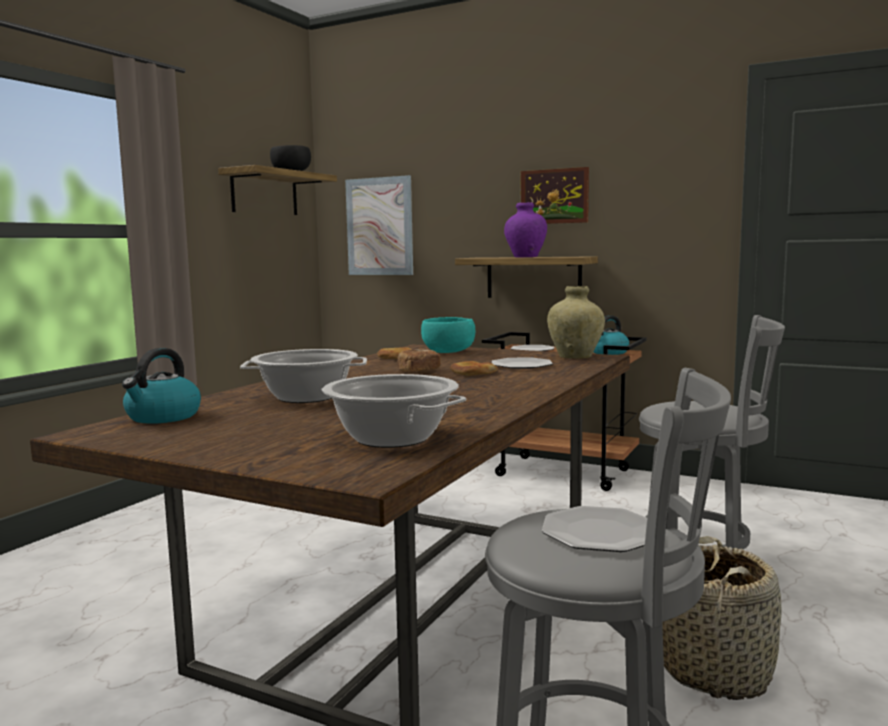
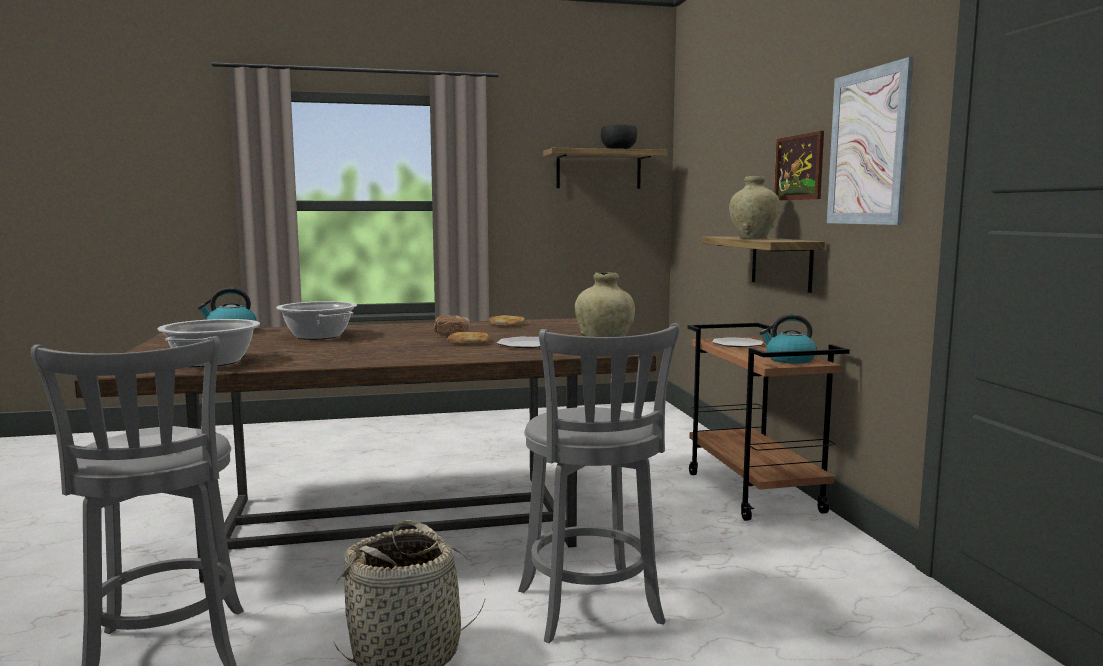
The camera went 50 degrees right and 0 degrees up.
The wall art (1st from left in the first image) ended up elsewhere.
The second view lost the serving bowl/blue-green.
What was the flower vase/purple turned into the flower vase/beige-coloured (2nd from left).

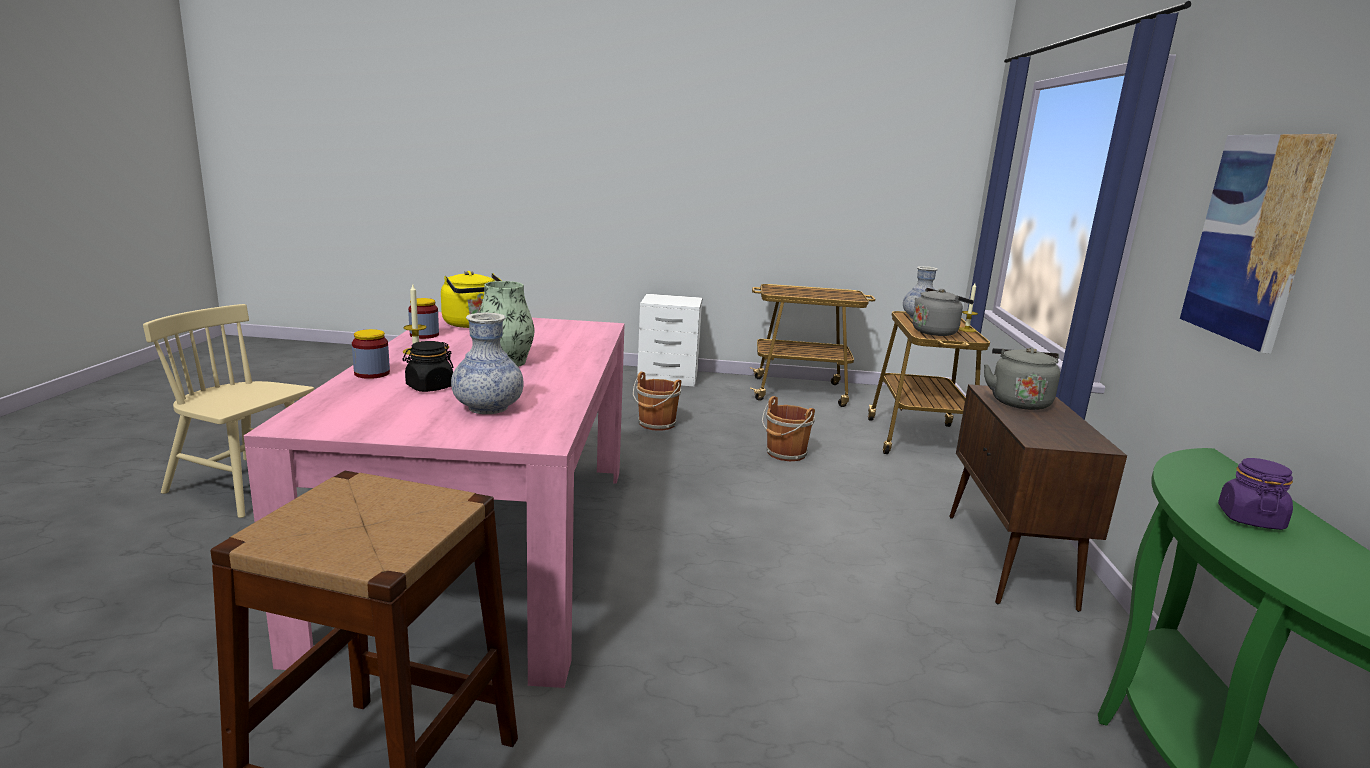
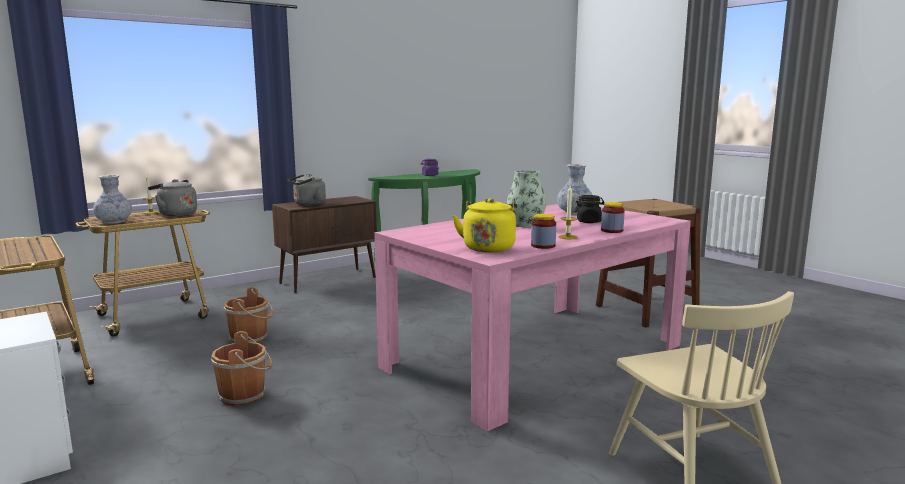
The camera went 130 degrees left and 5 degrees down.
The second view lost the wall art.

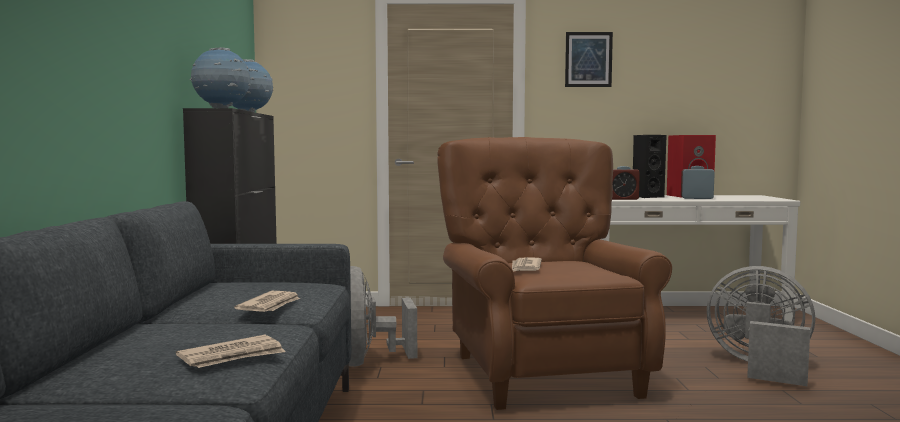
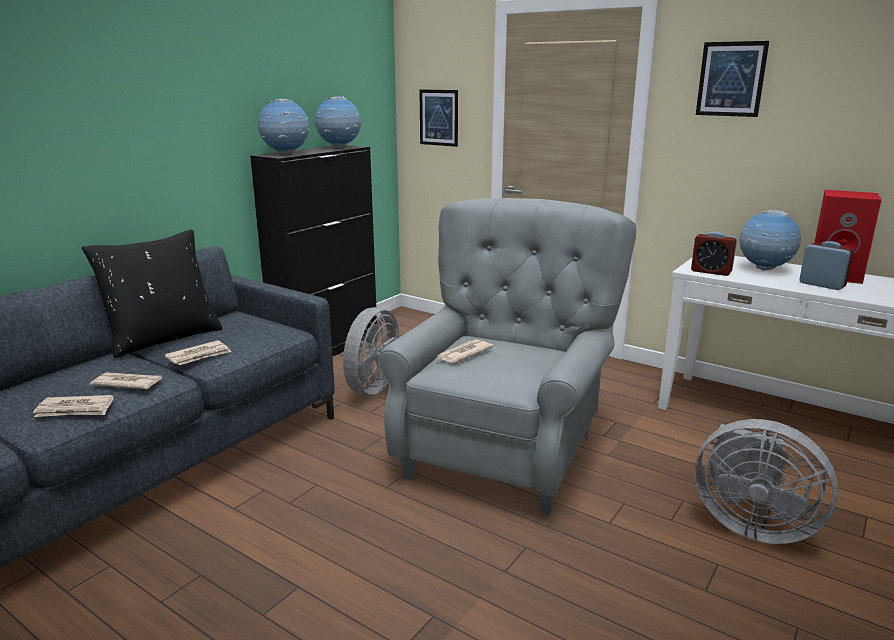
The camera went 35 degrees right and 15 degrees up.
What was the lounge chair/brownish turned into the lounge chair/gray.
Where the loudspeaker/blackish stood, the world globe (3rd from left) came to stand.
The electric fan/gray (2nd from left) ended up facing another way, 150 degrees clockwise from before.
The second view gained the pillow/blackish.
The second view gained the newspaper (2nd from left).
The second view gained the wall art (1st from left).

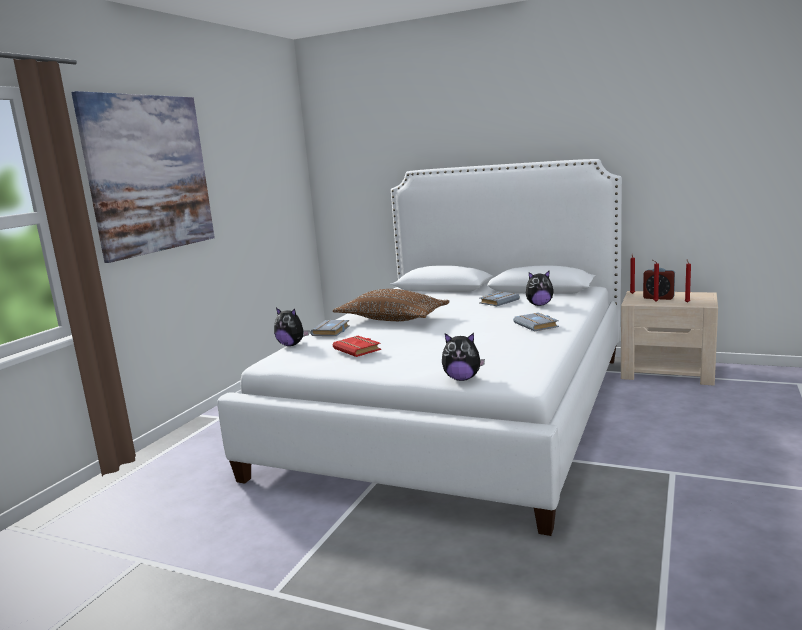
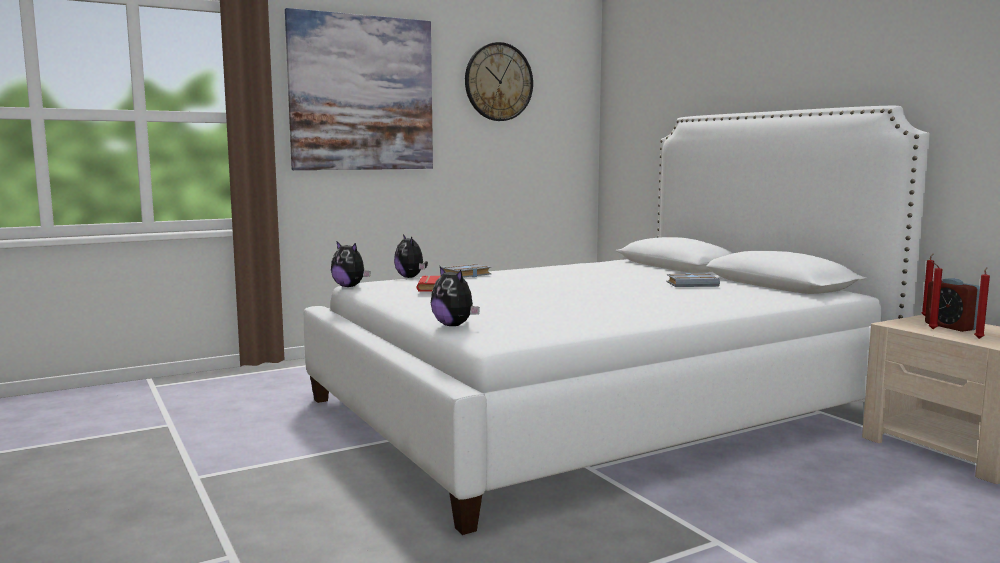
The camera went 35 degrees right and 5 degrees down.
The second view lost the pillow/brownish.
The second view lost the book/gray (3rd from left).
The plush toy (3rd from left in the first image) ended up elsewhere.
The second view gained the hanging clock.

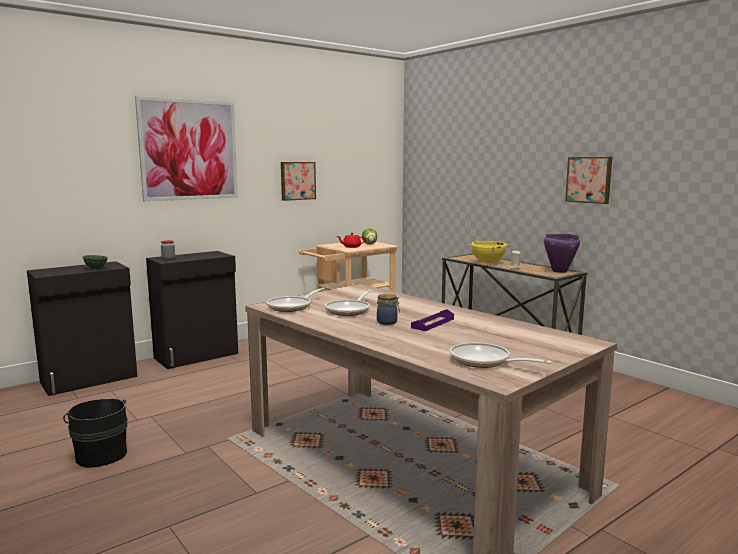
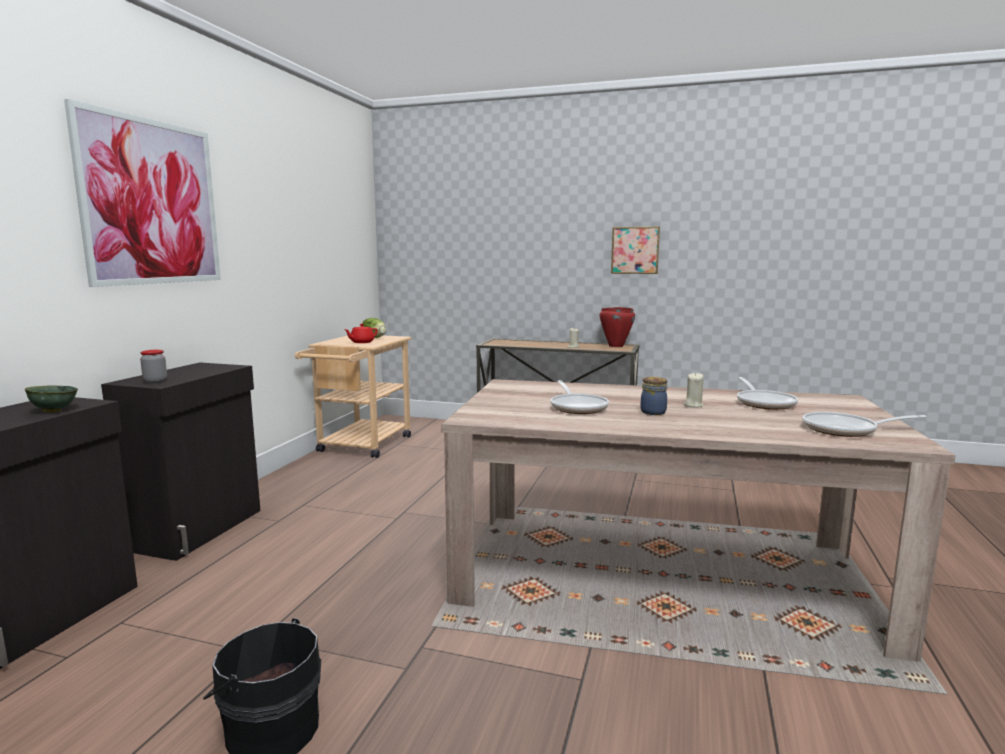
The camera went 35 degrees left and 0 degrees up.
The pan (1st from left in the first image) ended up elsewhere.
The second view lost the wall art (2nd from left).
Where the carrying tray/purple stood, the wax light/beige-coloured (2nd from left) came to stand.
The second view lost the saucepot/yellowish.
What was the saucepot/purple turned into the saucepot/red-coloured.

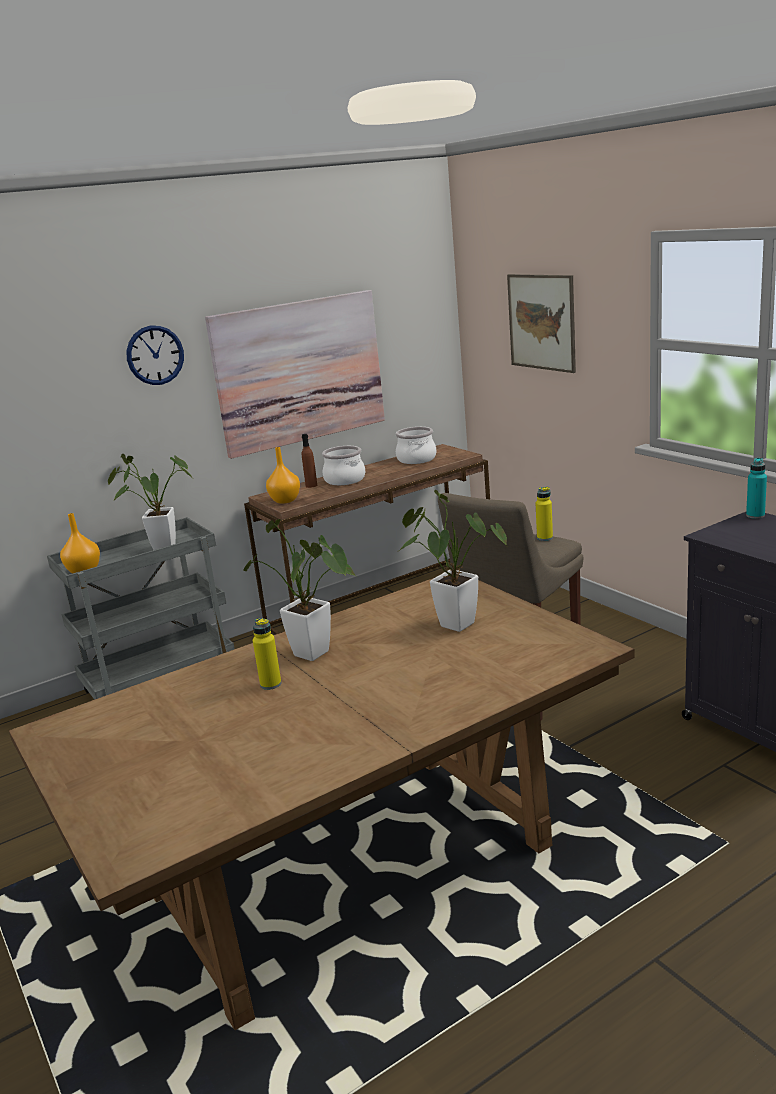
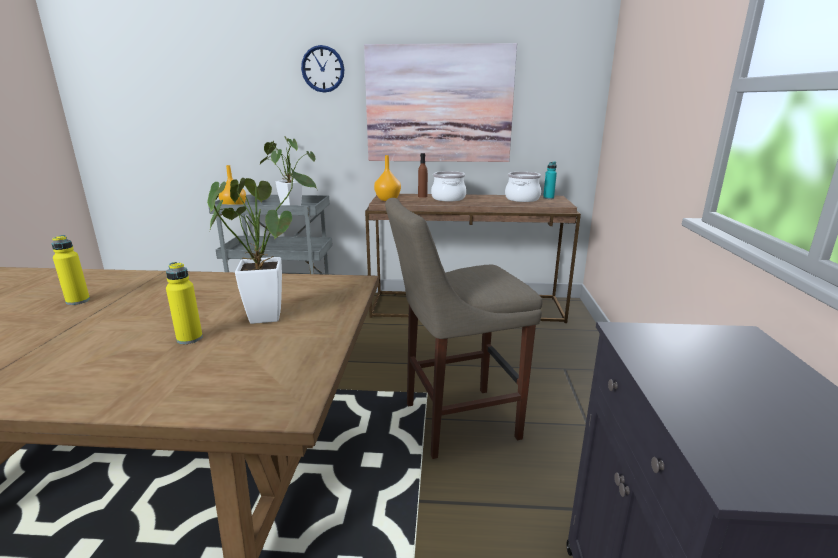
The camera went 35 degrees right and 0 degrees up.
The second view lost the potted plant (2nd from left).
The second view lost the wall art (2nd from left).
The beverage bottle/yellowish (2nd from left) ended up elsewhere.
The beverage bottle/blue-green ended up elsewhere.

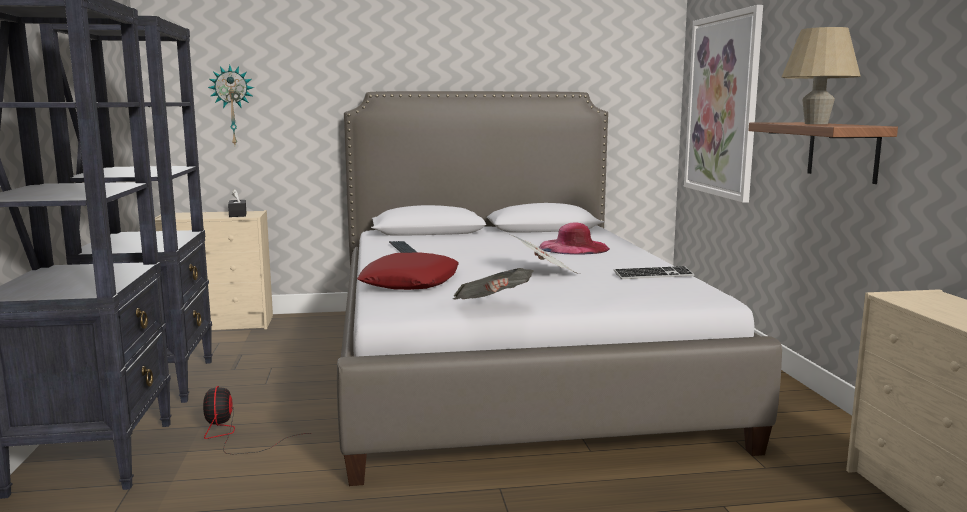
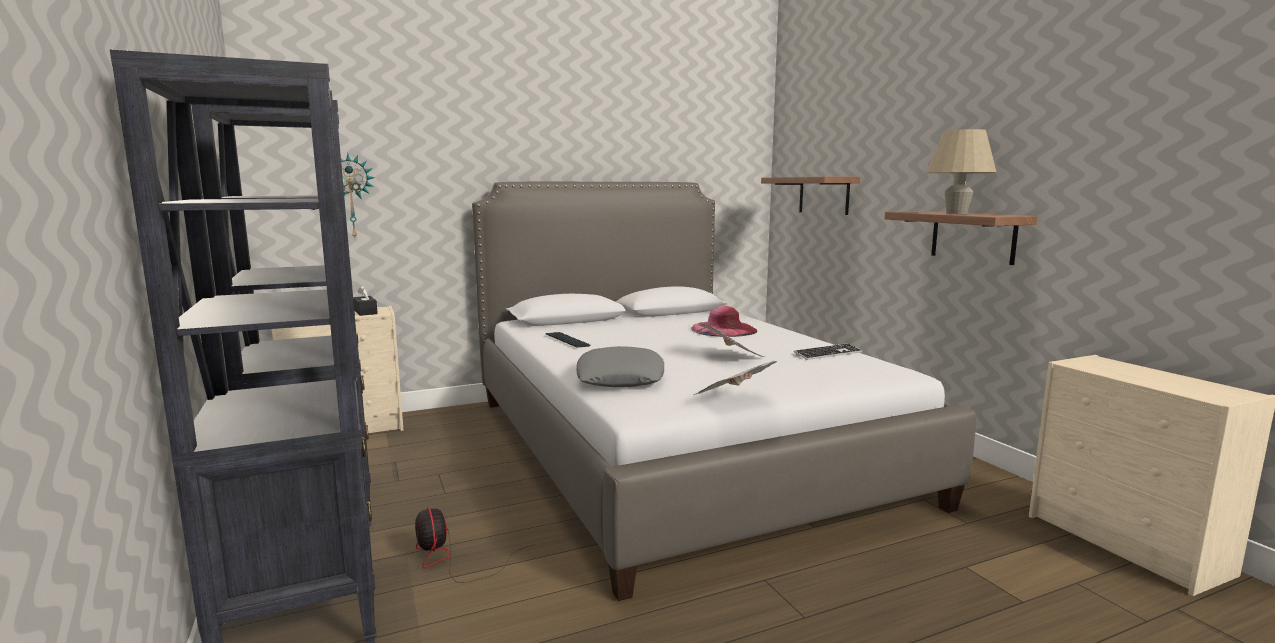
The camera went 15 degrees left and 0 degrees up.
What was the pillow/red-coloured turned into the pillow/gray.
Where the wall art hung, the wall shelf (1st from left) came to hang.

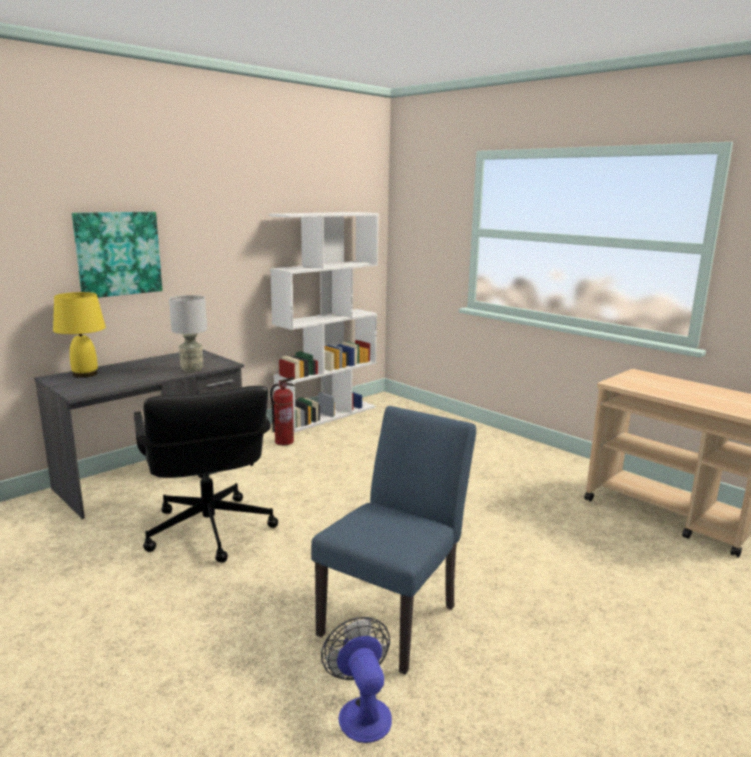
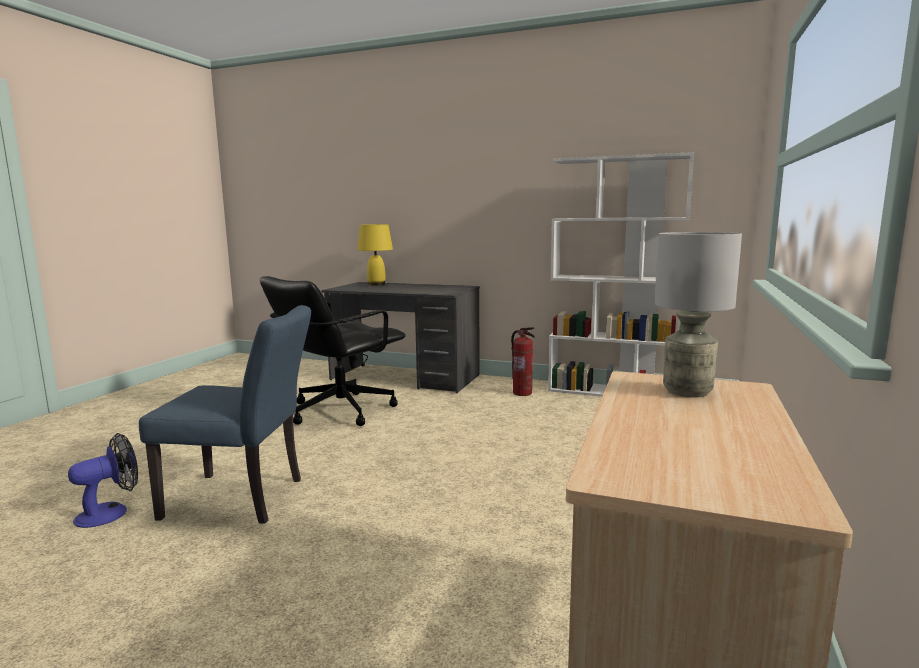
The camera went 65 degrees right and 5 degrees down.
The second view lost the wall art.
The table lamp/gray ended up elsewhere.

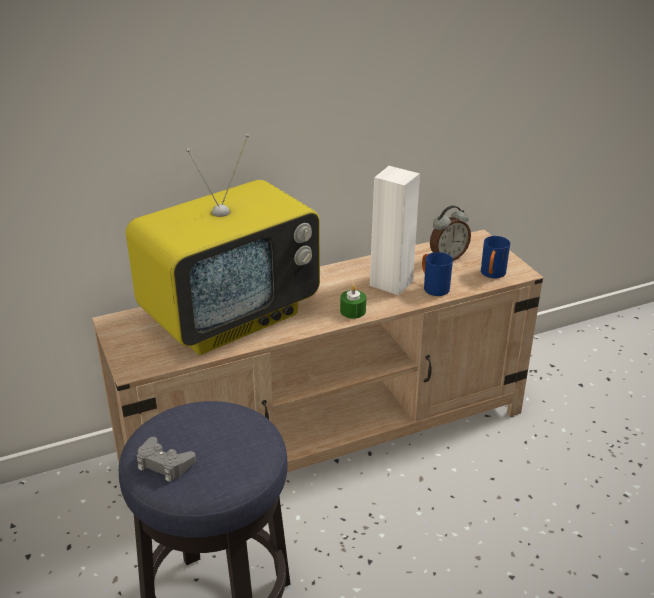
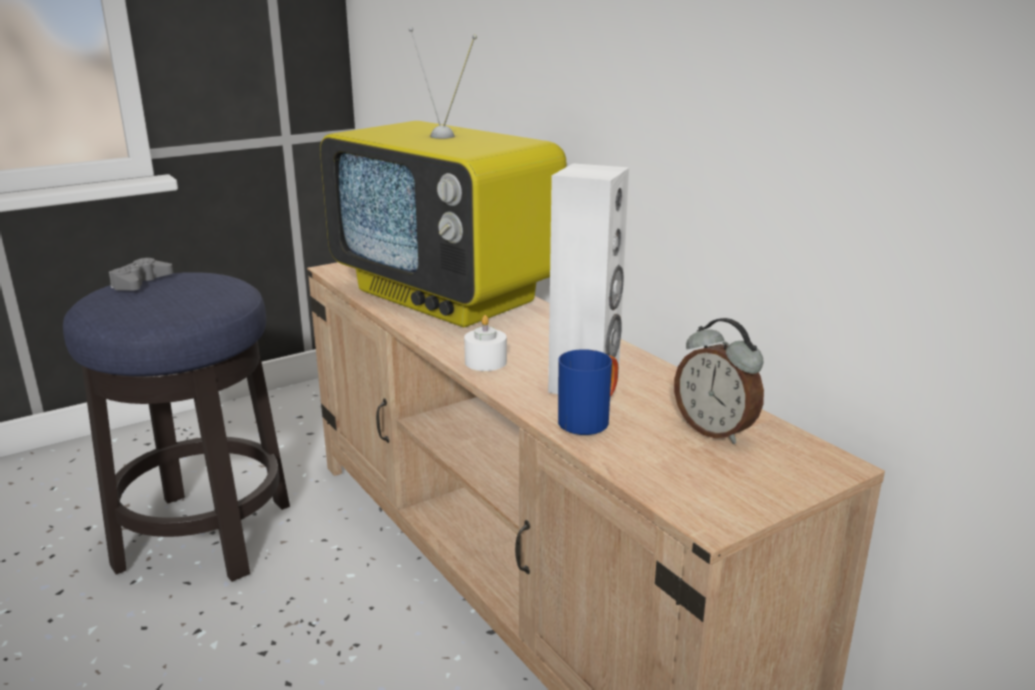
The camera went 80 degrees right and 10 degrees down.
What was the wax light/green-coloured turned into the wax light/whitish.
The second view lost the coffee mug/blue-coloured (2nd from left).

